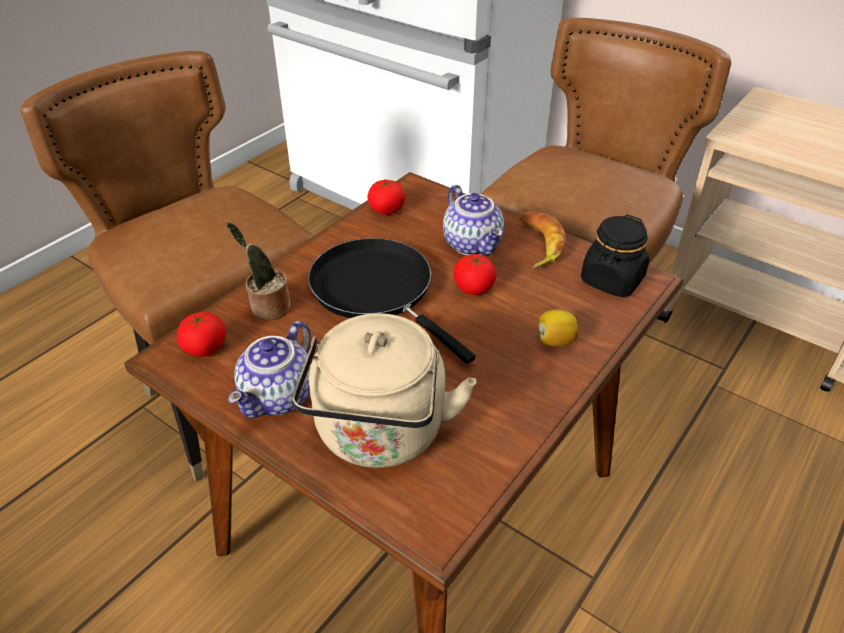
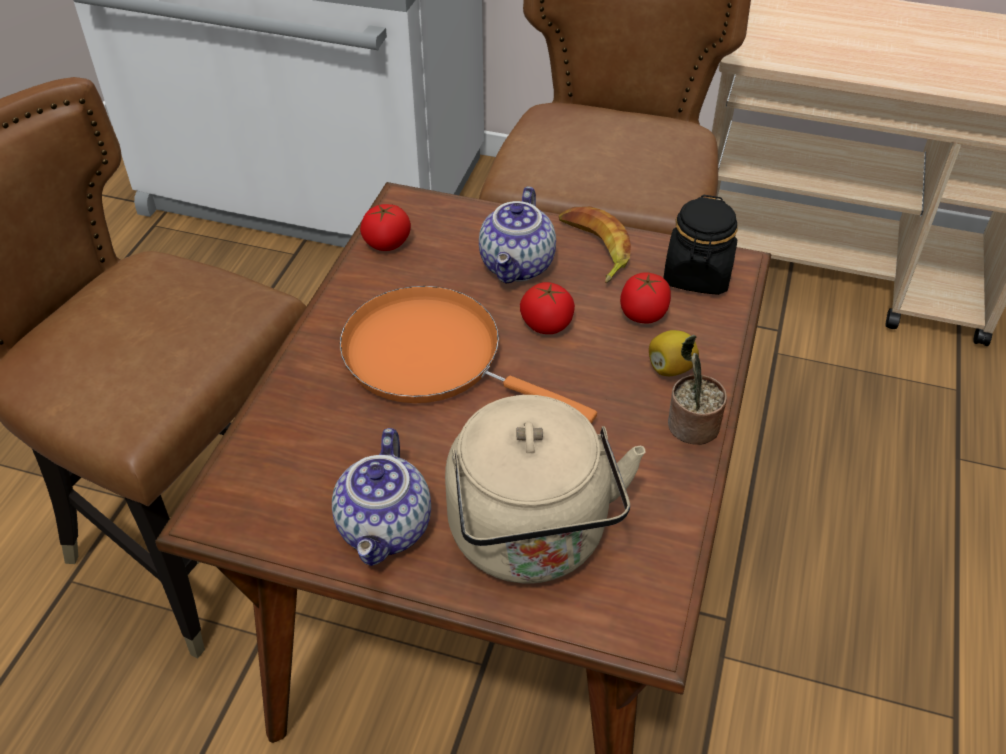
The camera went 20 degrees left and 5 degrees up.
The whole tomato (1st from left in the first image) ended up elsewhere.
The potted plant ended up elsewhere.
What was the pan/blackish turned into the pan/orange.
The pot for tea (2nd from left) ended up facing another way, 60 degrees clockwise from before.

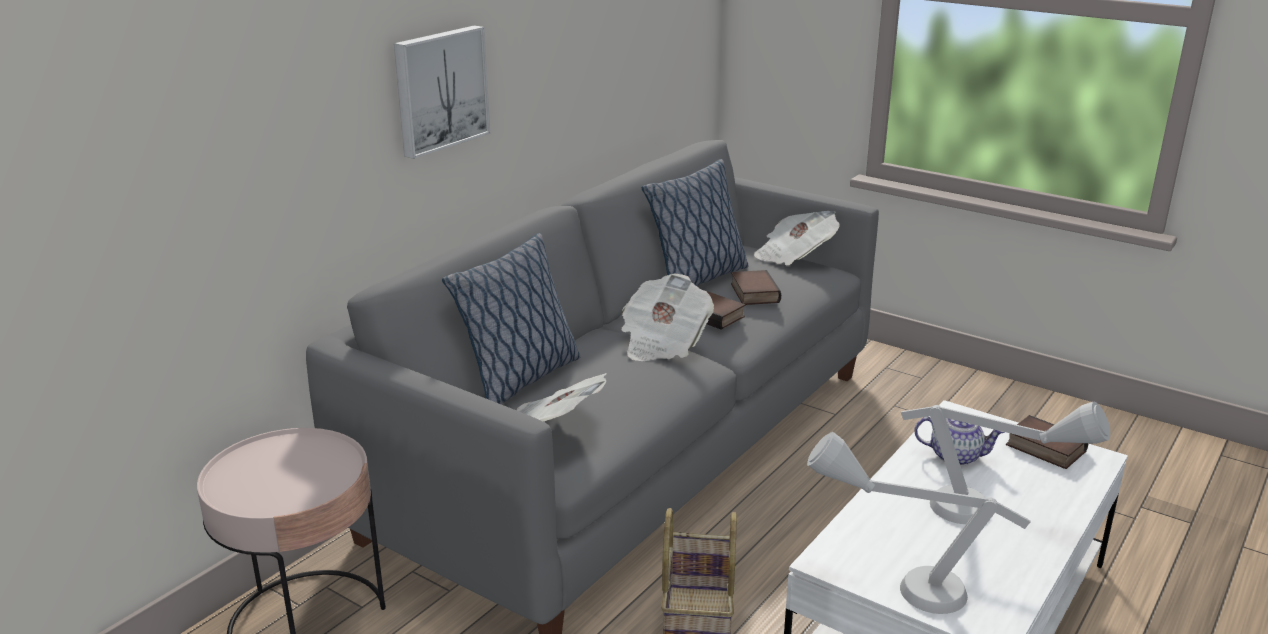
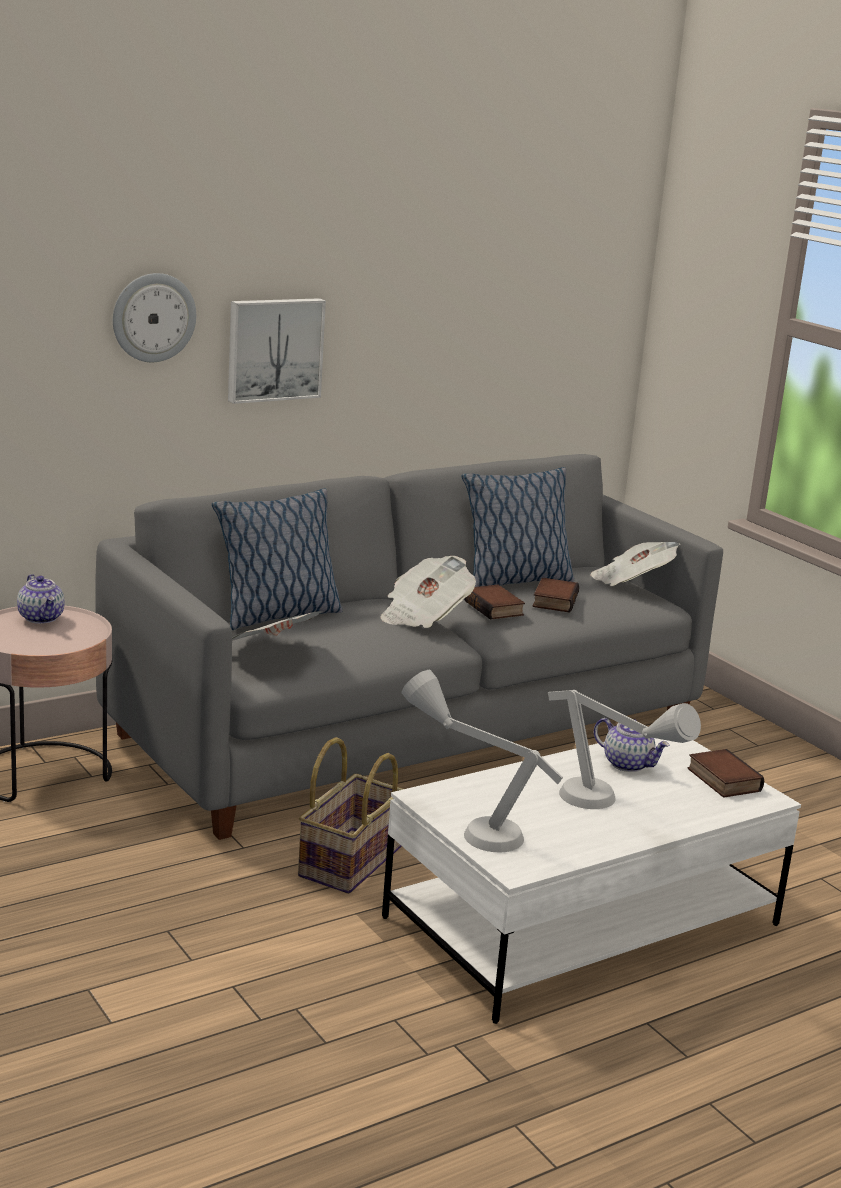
The camera went 20 degrees right and 5 degrees down.
The second view gained the pot for tea (1st from left).
The second view gained the hanging clock.

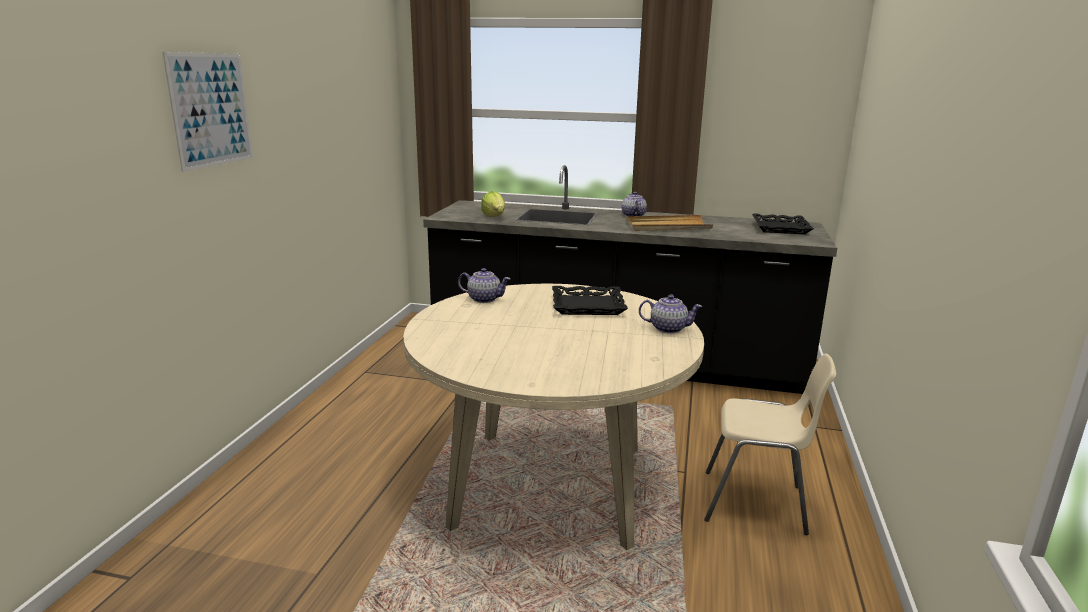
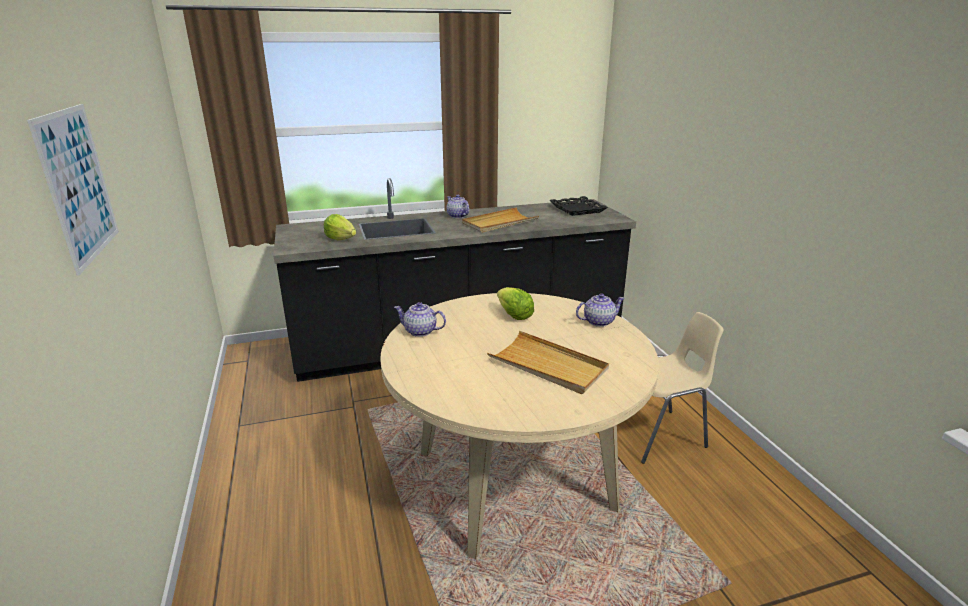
The camera went 30 degrees left and 5 degrees up.
The pot for tea (1st from left) ended up facing another way, 150 degrees counterclockwise from before.
Where the carrying tray/blackish (1st from left) stood, the head of lettuce (2nd from left) came to stand.
The second view gained the carrying tray/beige-coloured (2nd from left).

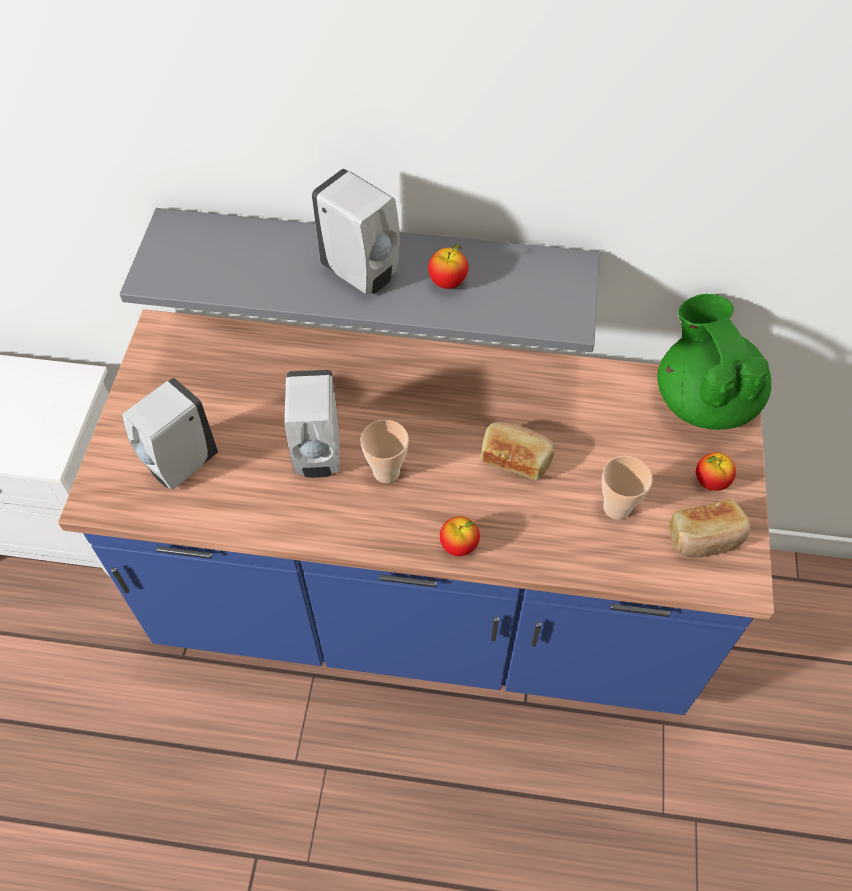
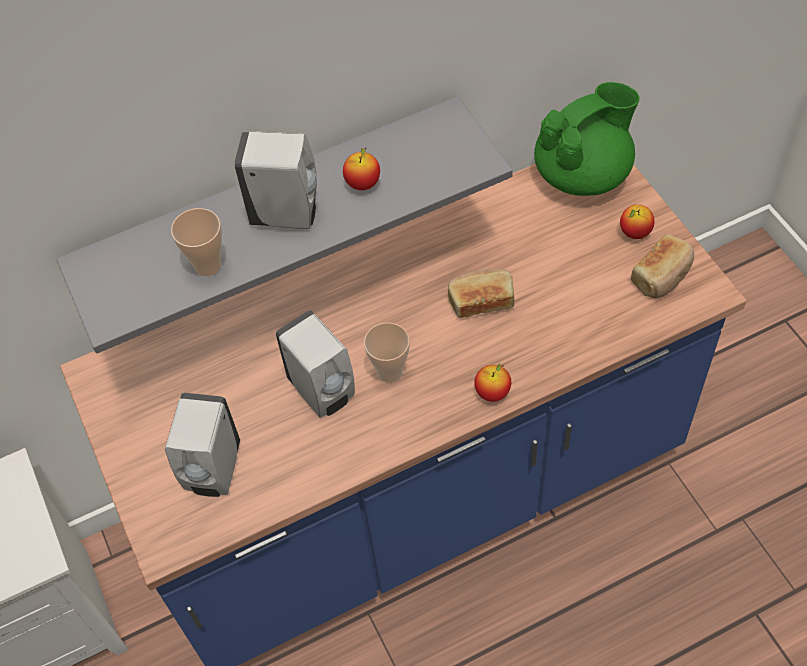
The camera went 30 degrees left and 0 degrees up.
The drinking cup (2nd from left in the first image) ended up elsewhere.
The pot for tea/green-coloured ended up facing another way, 105 degrees clockwise from before.

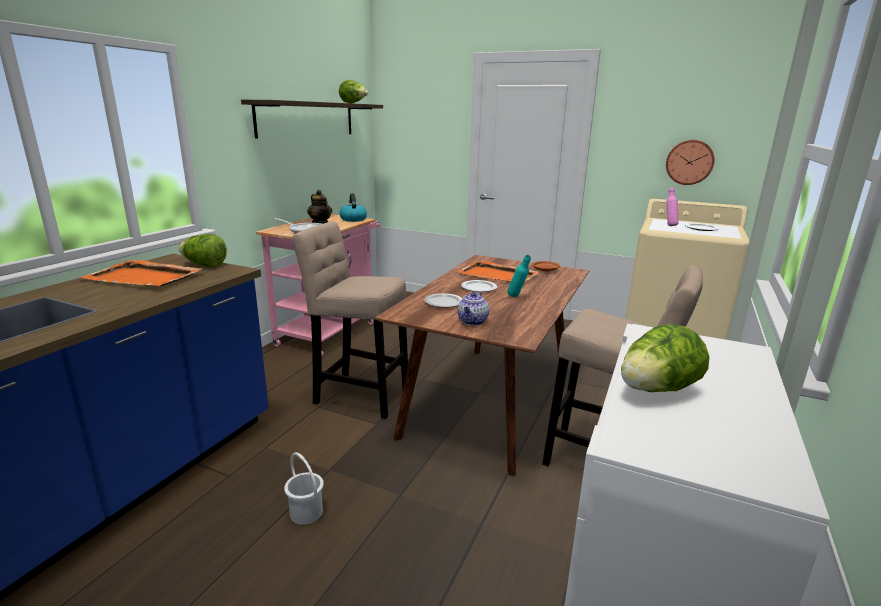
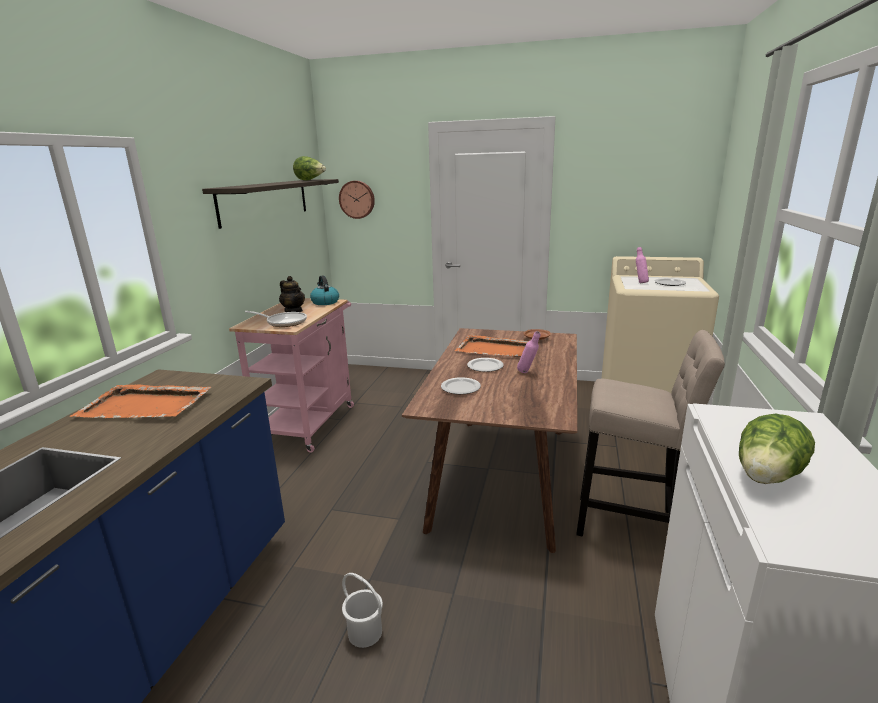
The camera went 10 degrees left and 0 degrees up.
The second view lost the head of lettuce (1st from left).
The second view lost the stool seat/beige-coloured (1st from left).
The second view lost the pot for tea (2nd from left).
What was the beverage bottle/blue-green turned into the beverage bottle/pink (1st from left).
The hanging clock ended up elsewhere.

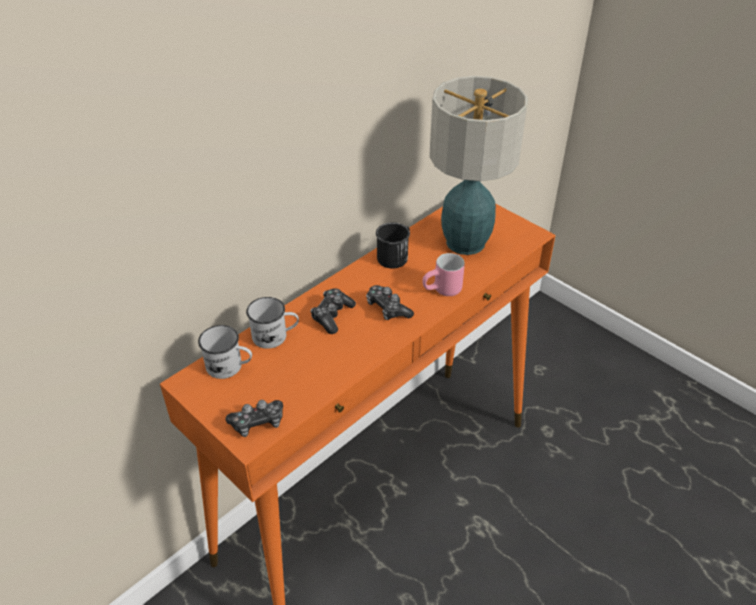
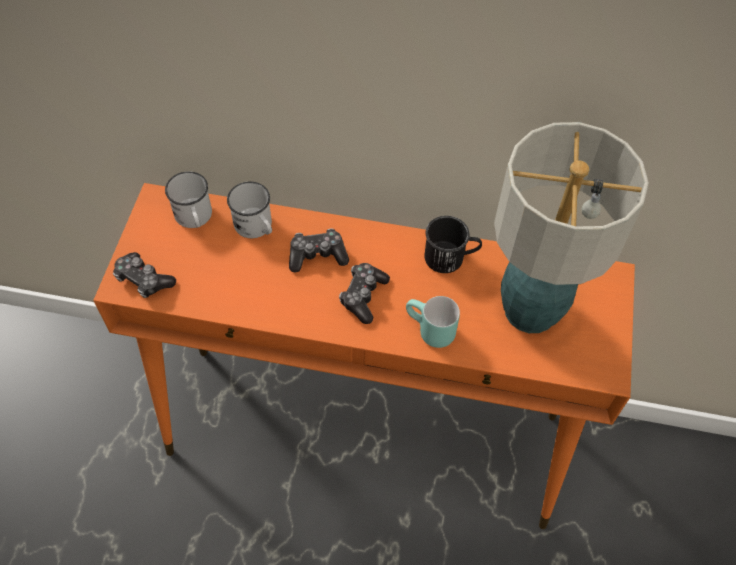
The camera went 55 degrees right and 15 degrees up.
What was the coffee mug/pink turned into the coffee mug/blue-green.

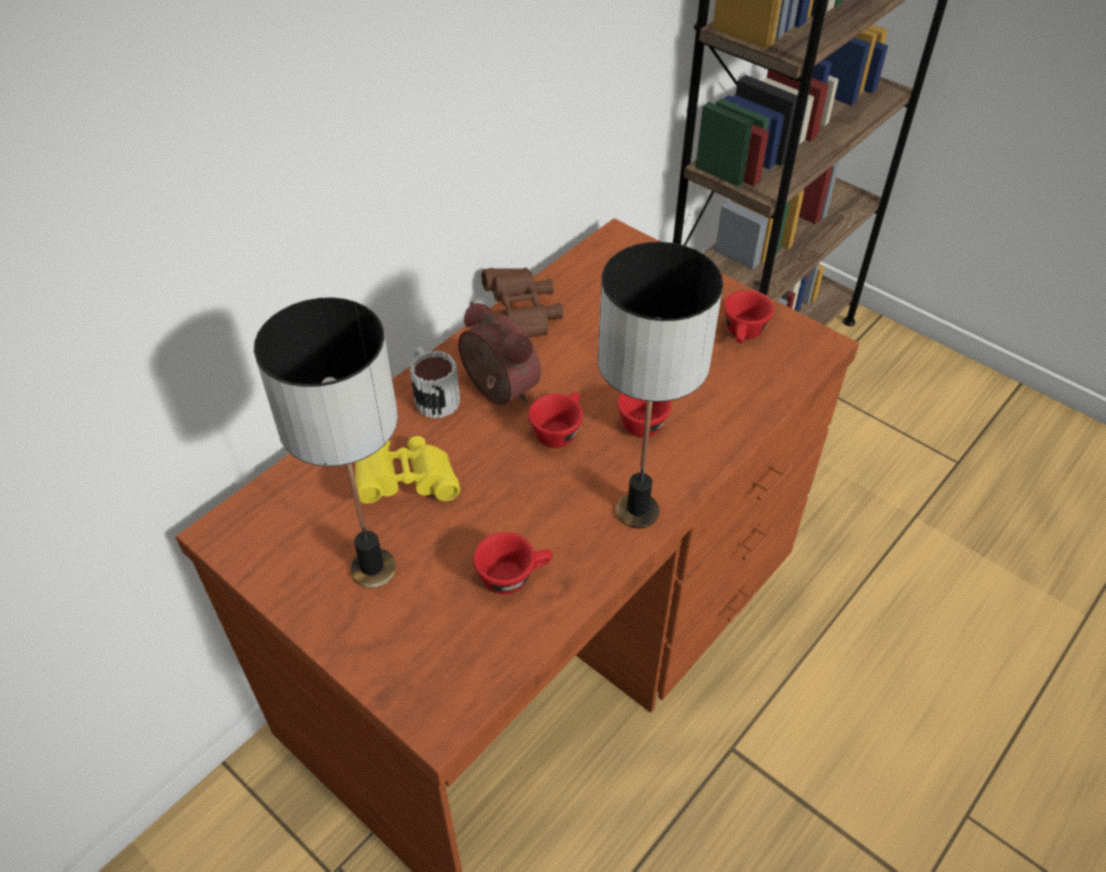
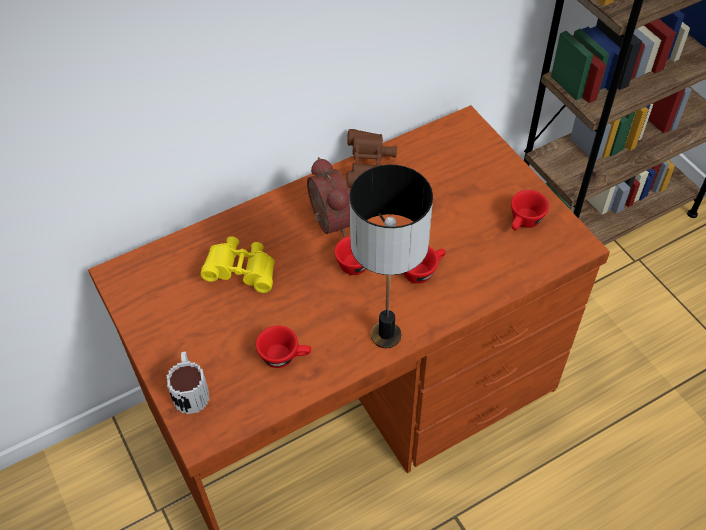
The camera went 20 degrees right and 5 degrees up.
The second view lost the table lamp (1st from left).
The coffee mug ended up elsewhere.

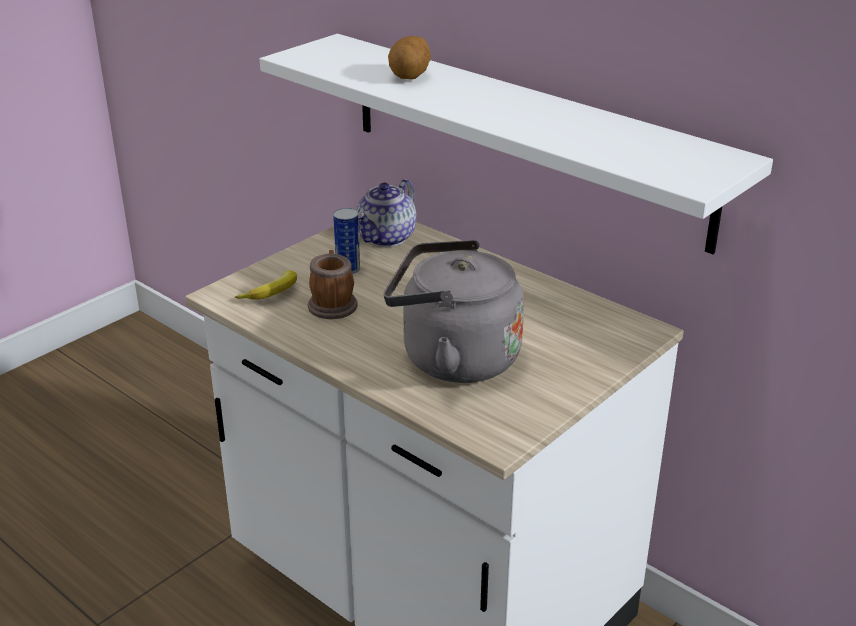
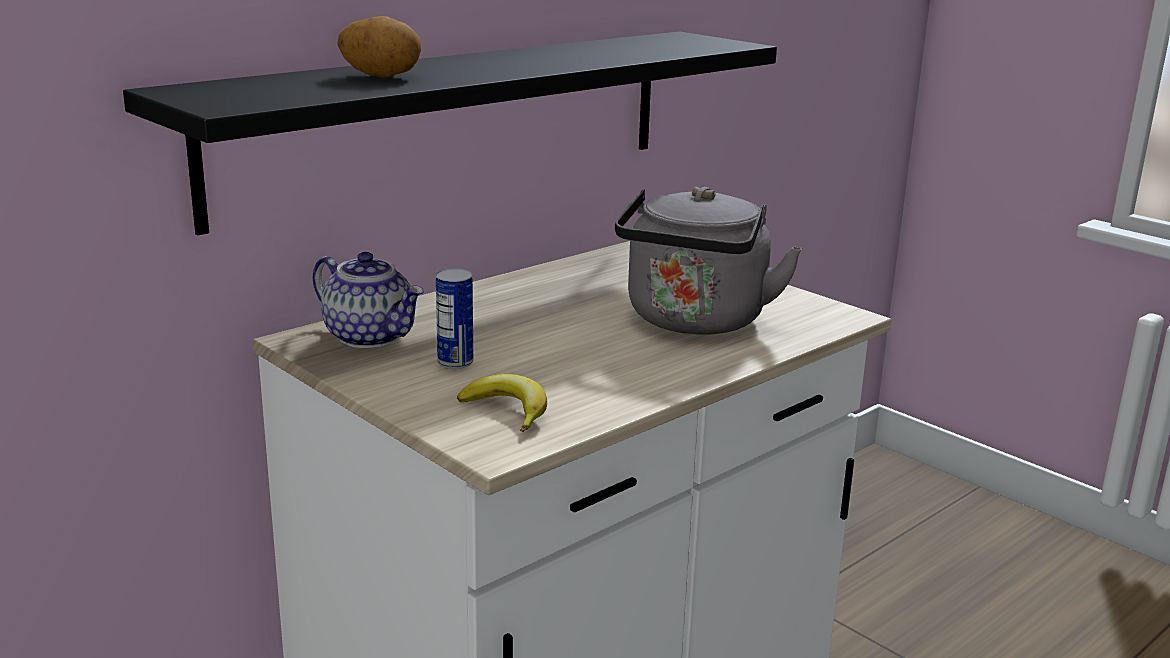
The camera went 85 degrees left and 10 degrees down.
What was the wall shelf/whitish turned into the wall shelf/blackish.
The second view lost the coffee mug.

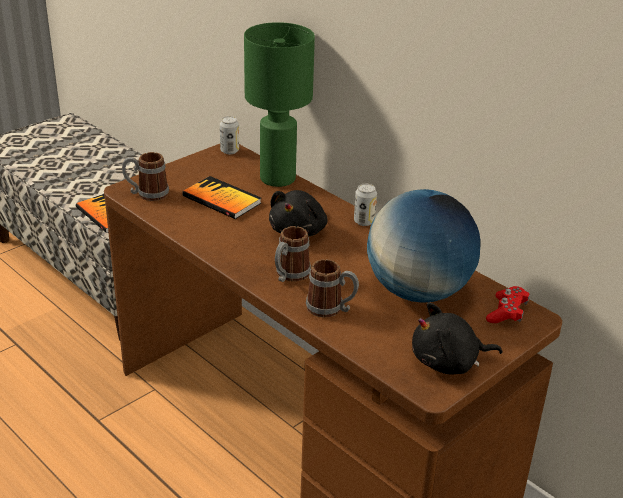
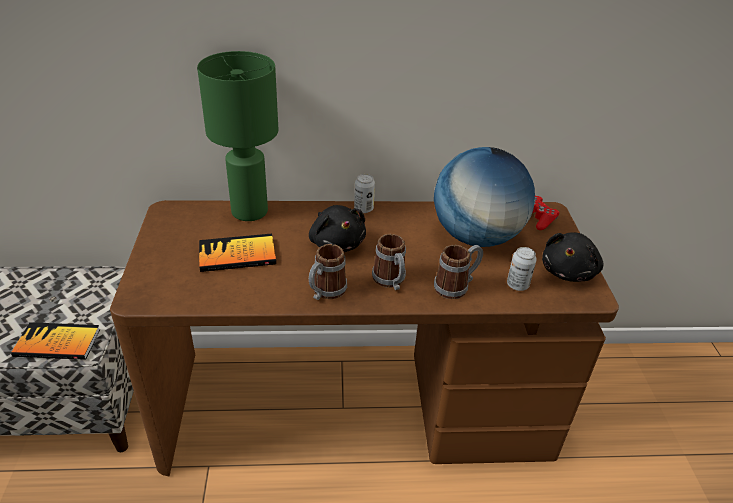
The camera went 50 degrees left and 5 degrees up.
The coffee mug (1st from left) ended up elsewhere.
The can (1st from left in the first image) ended up elsewhere.

